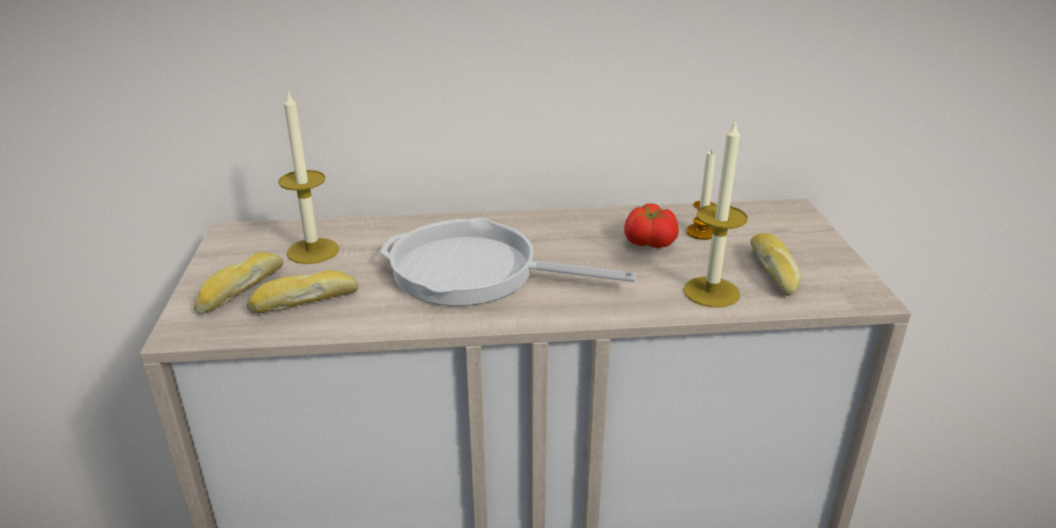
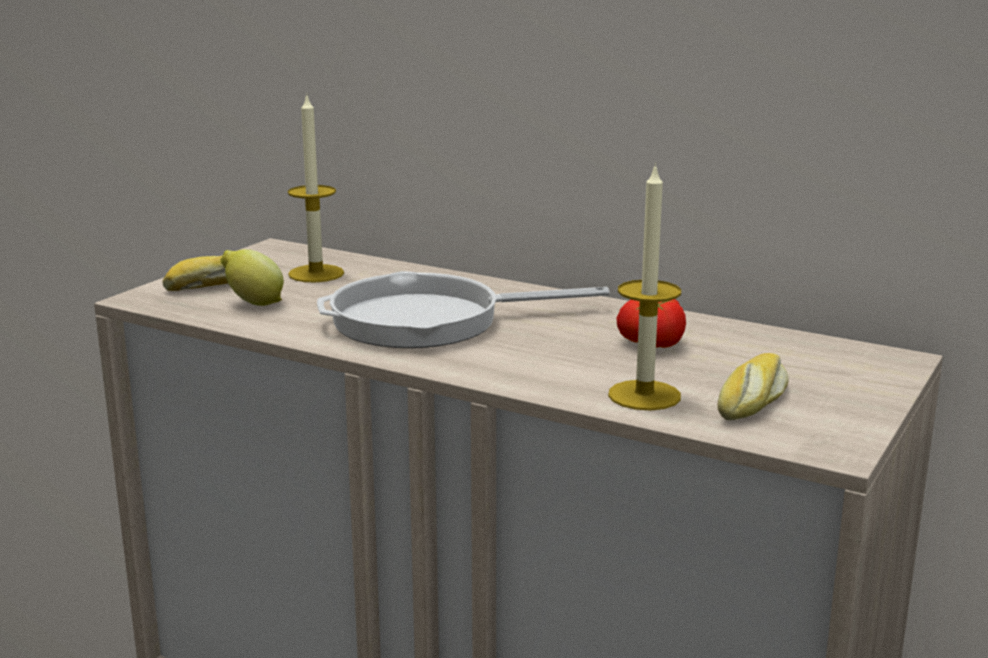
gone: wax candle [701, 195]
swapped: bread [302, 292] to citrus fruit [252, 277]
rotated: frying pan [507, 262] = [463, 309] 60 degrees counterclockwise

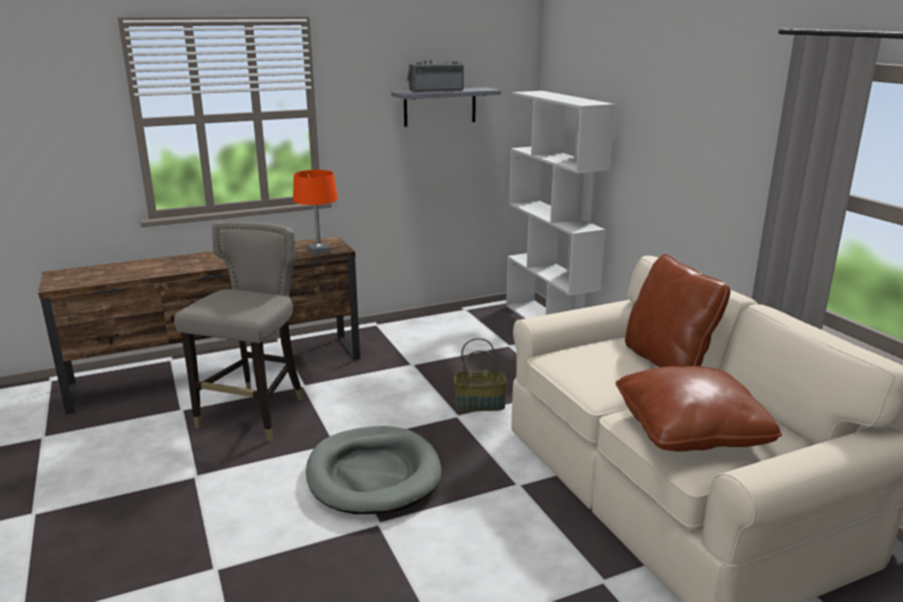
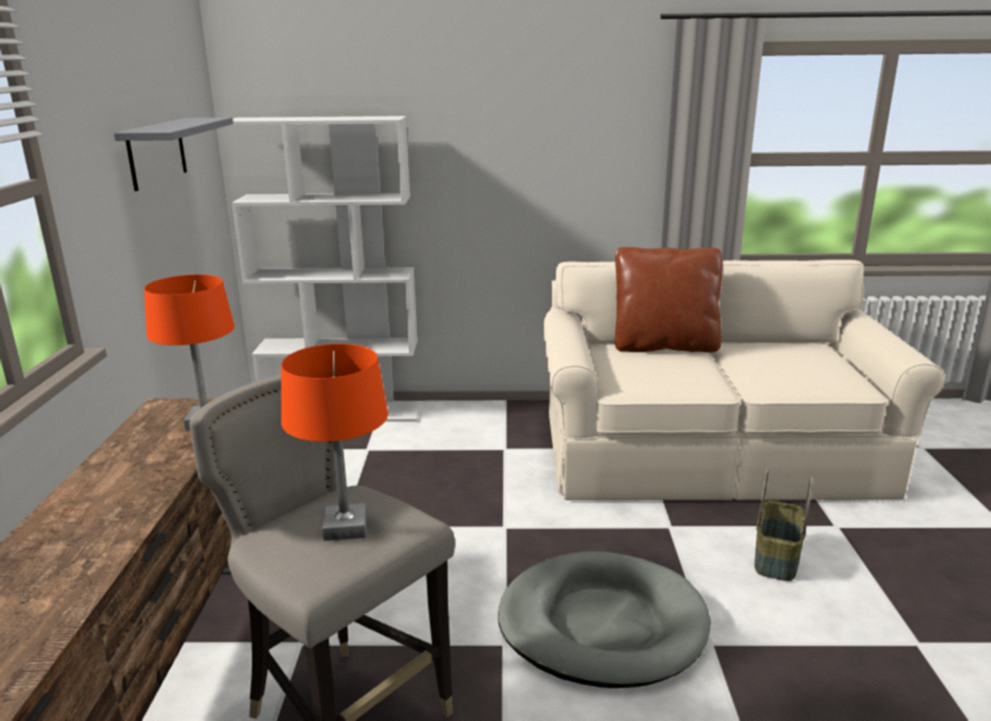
gone: radio [435, 76]; pillow (brown) [699, 408]
new: lamp for a table (orange) [334, 442]
shifted: household basket [480, 374] to [784, 524]

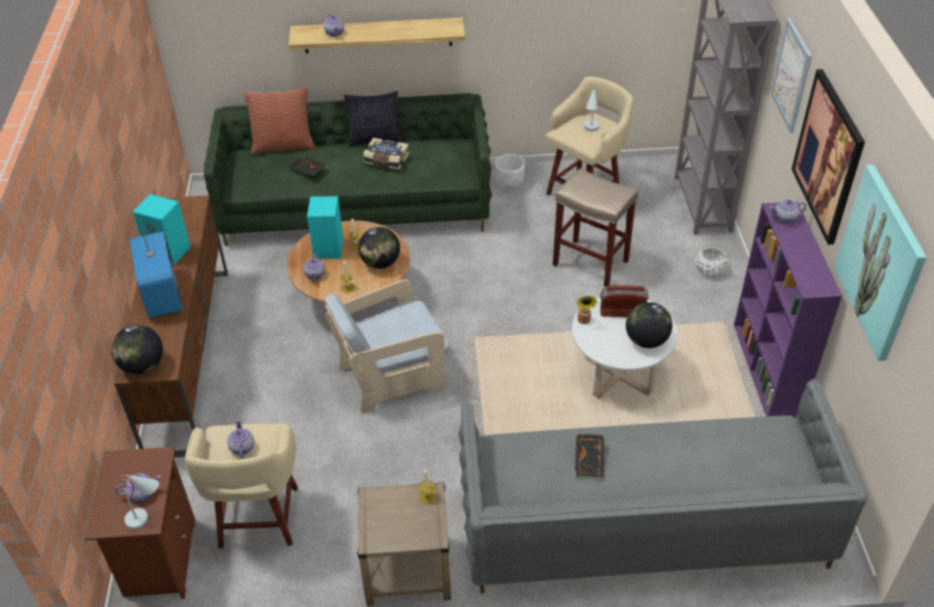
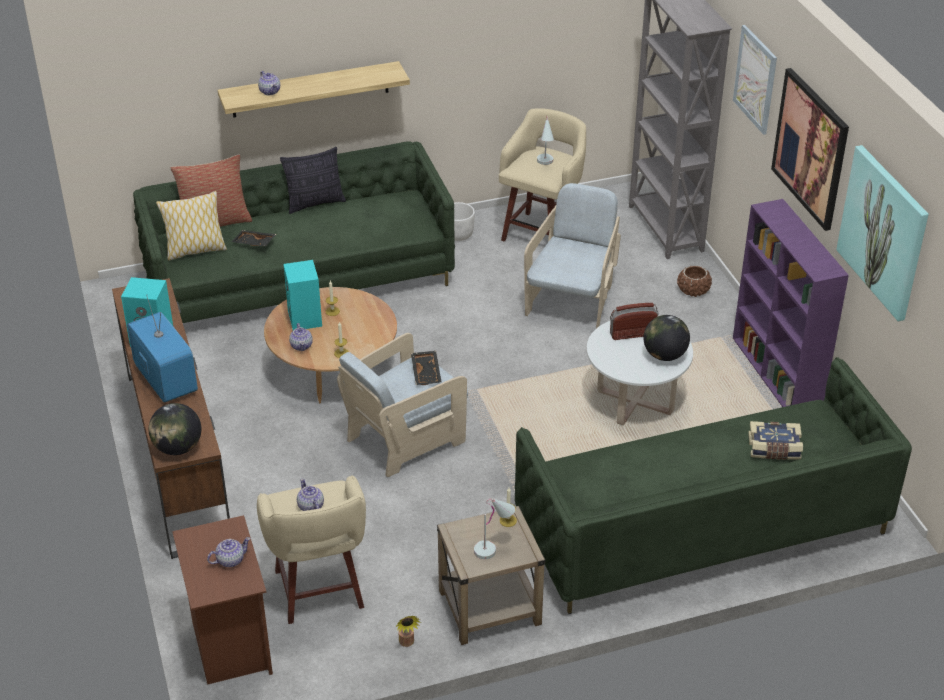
gone: globe [379, 248]; teapot [788, 211]
new: pillow [191, 226]
shifted: lamp for a table (whitish) [140, 502] to [494, 529]; book [386, 154] to [775, 440]; serving tray (blackish) [589, 455] to [426, 368]; plant in a pot [587, 310] to [408, 631]
swapped: sitting stool (beige-coloured) [595, 227] to armchair (beige-coloured) [572, 255]
repainted: couch (grey) [662, 486] to couch (green-coloured) [713, 485]; flower pot (whitish) [712, 261] to flower pot (brown) [694, 281]

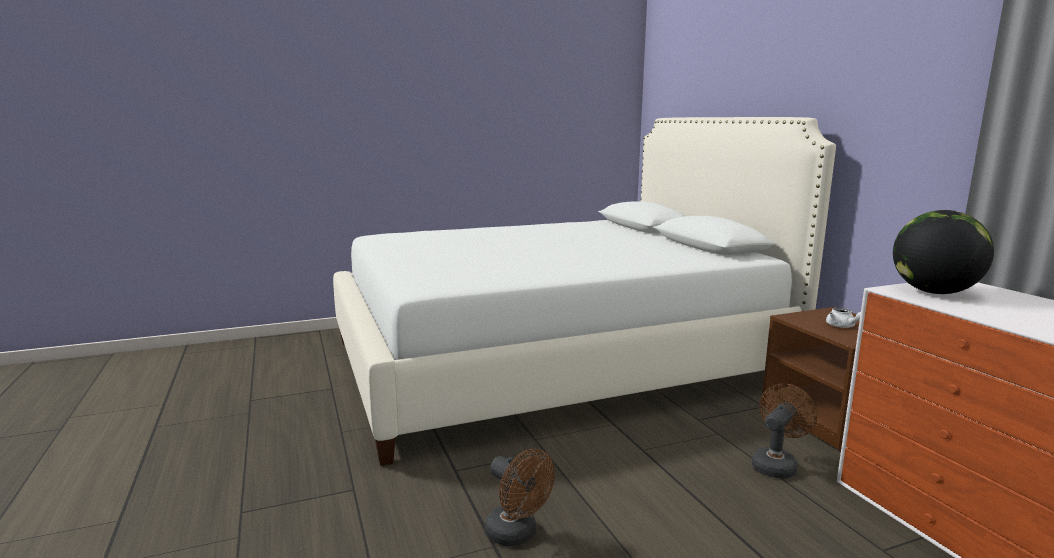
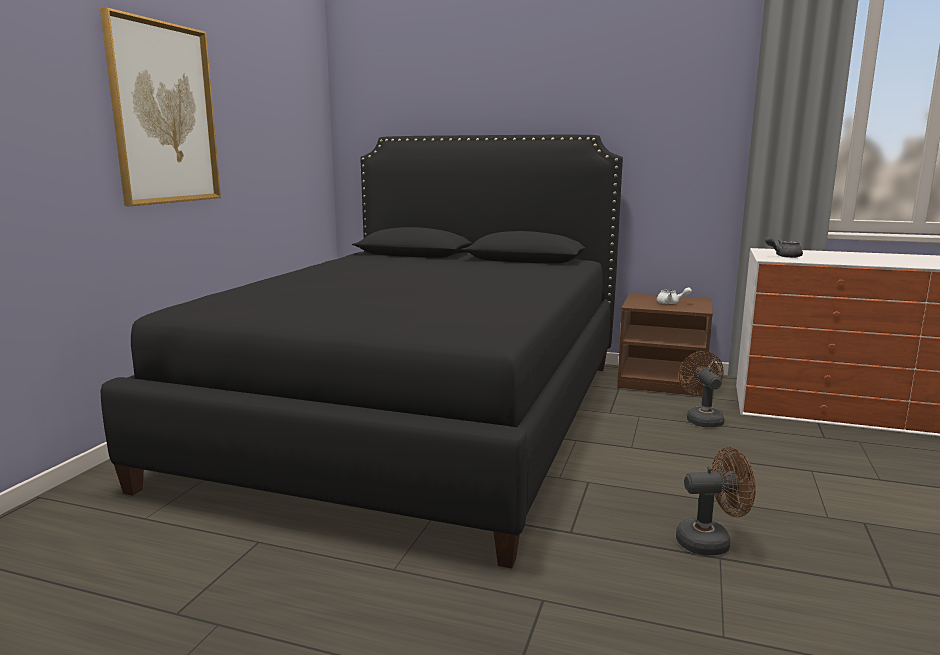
new: picture [160, 107]
swapped: globe [943, 252] to teapot (grey) [784, 247]
repainted: sleeping bed (whitish) [584, 291] to sleeping bed (blackish) [362, 352]

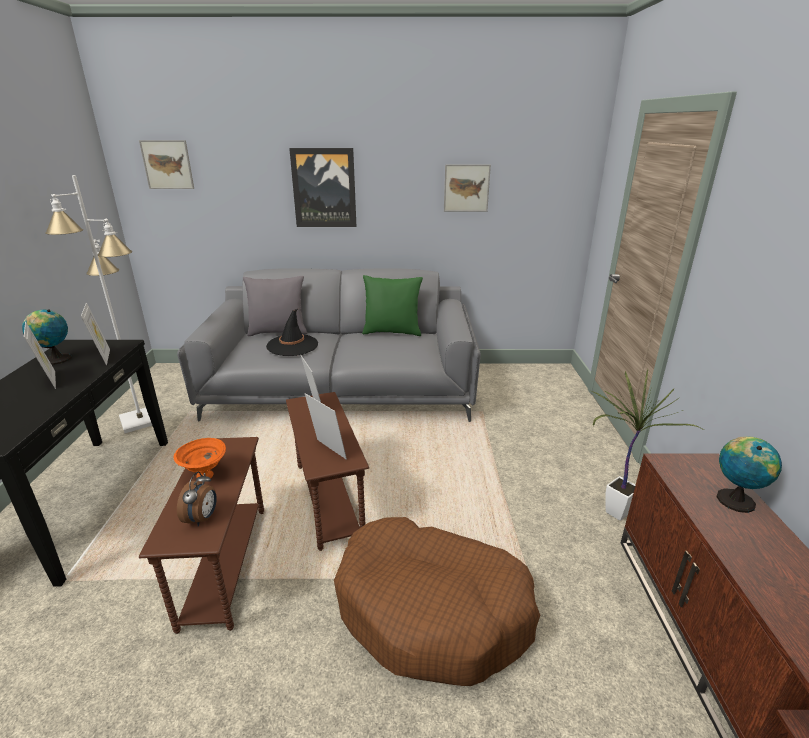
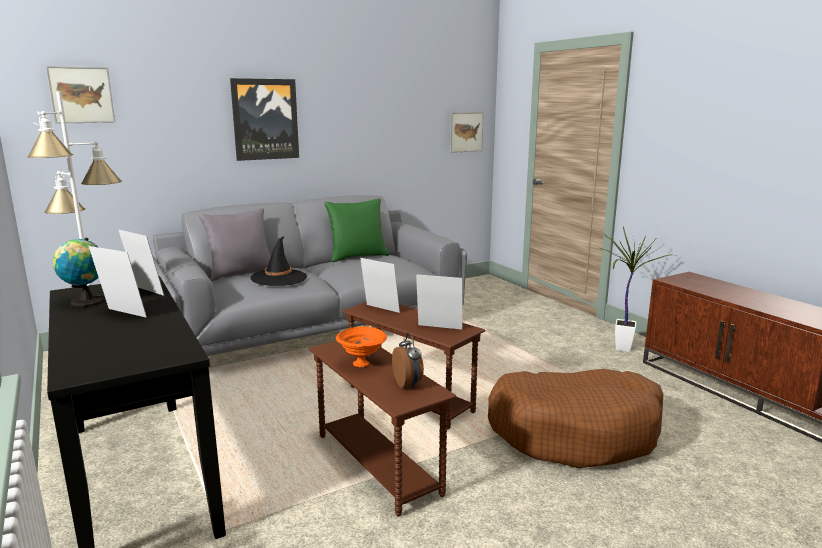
gone: globe [749, 474]
shifted: picture [467, 188] to [467, 132]

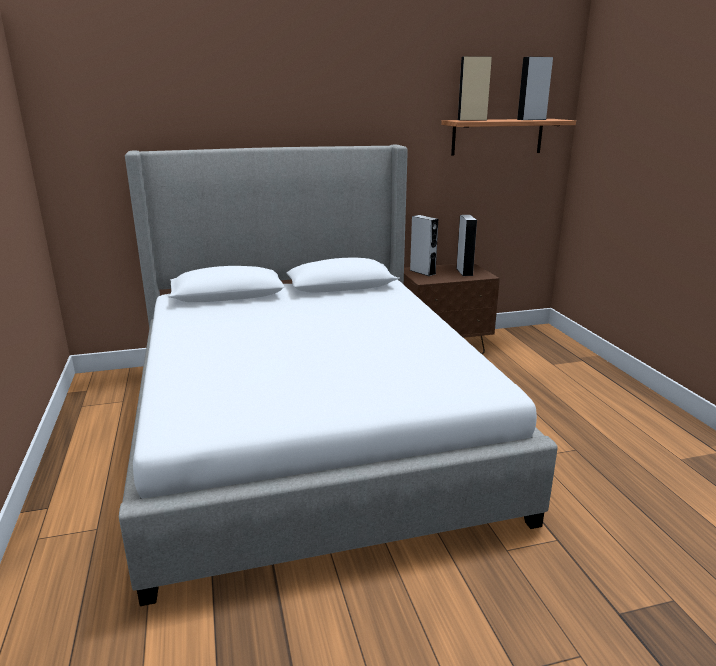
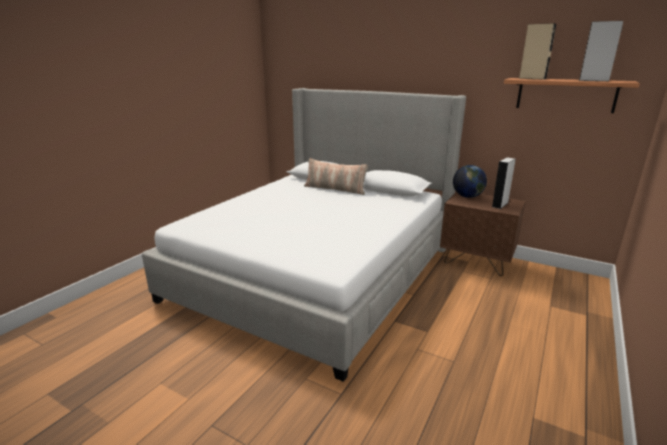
new: pillow [336, 176]
swapped: loudspeaker (grey) [424, 245] to globe [470, 181]

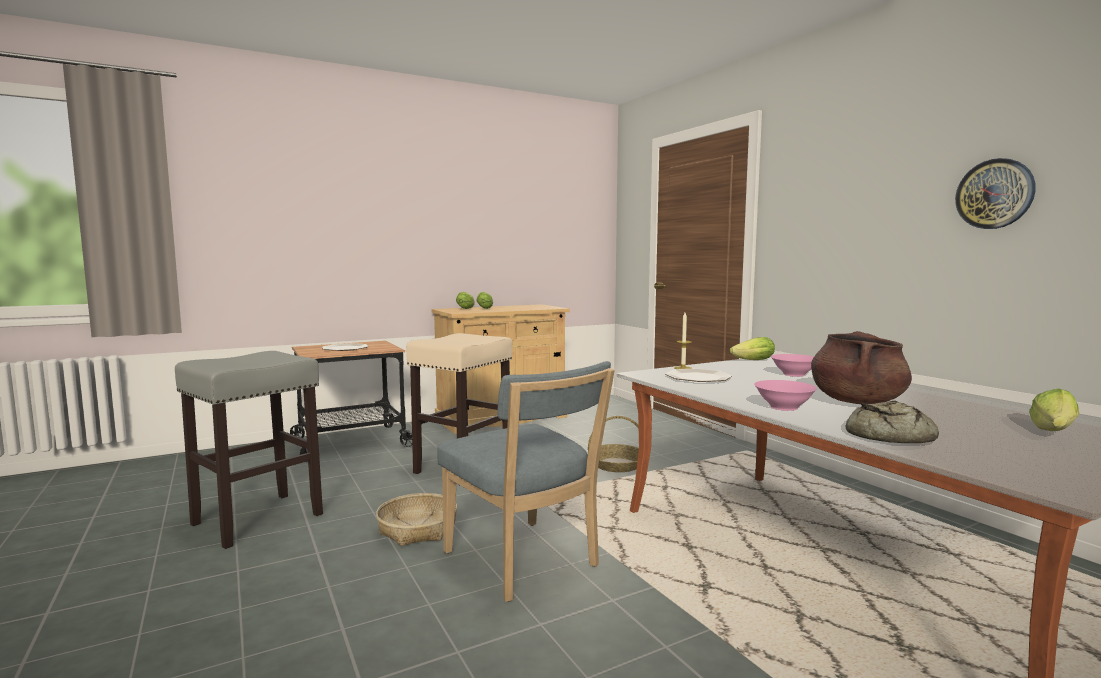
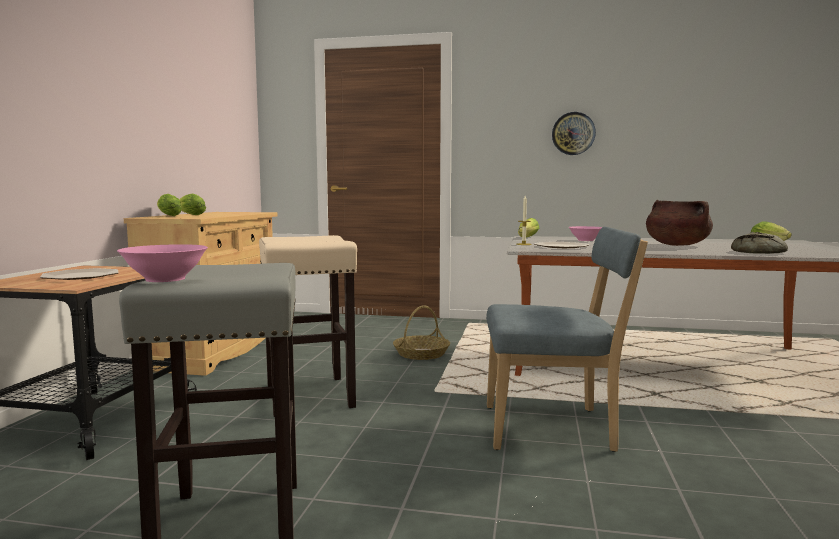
gone: household basket [416, 519]
shifted: deep dish (pink) [785, 395] to [162, 263]; hanging clock [995, 193] to [574, 133]

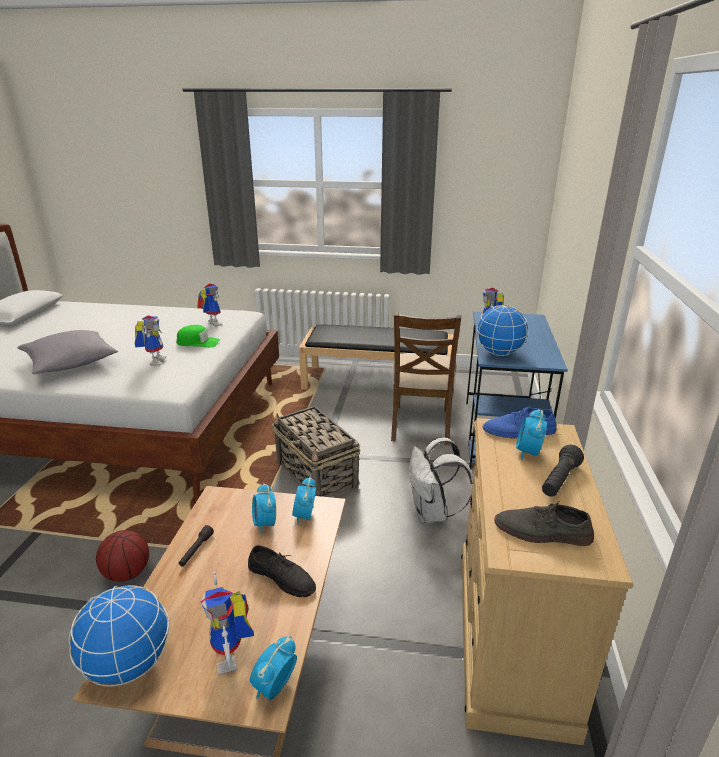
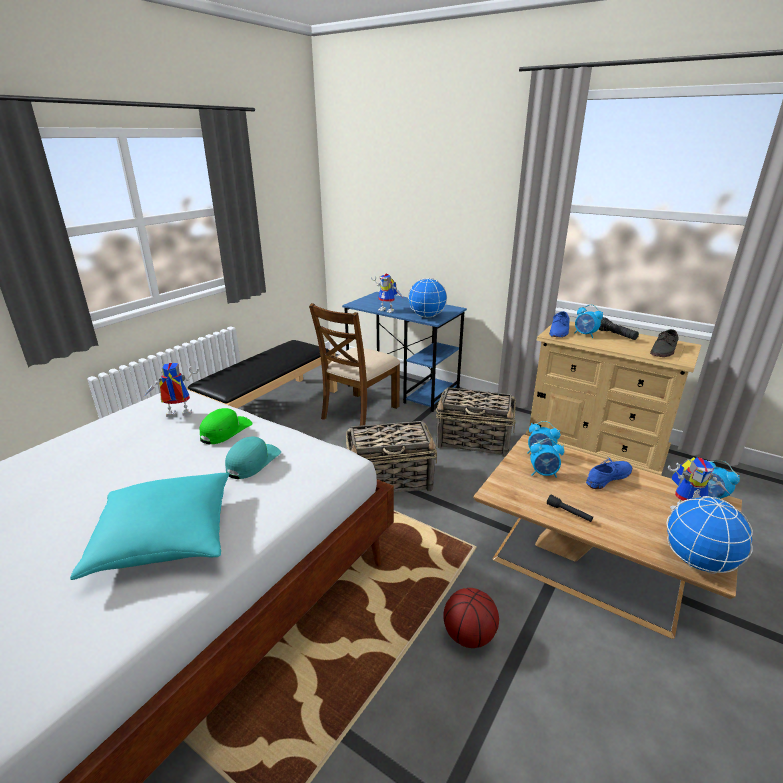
swapped: model robot [150, 340] to peaked cap (turquoise-coloured) [253, 458]; backpack (whitish) [441, 480] to household basket [476, 422]
repainted: pillow (grey) [68, 352] to pillow (turquoise-coloured) [150, 526]; shoe (blackish) [282, 571] to shoe (blue) [609, 473]
rotated: upright chair (brown) [426, 378] = [354, 364] 90 degrees clockwise

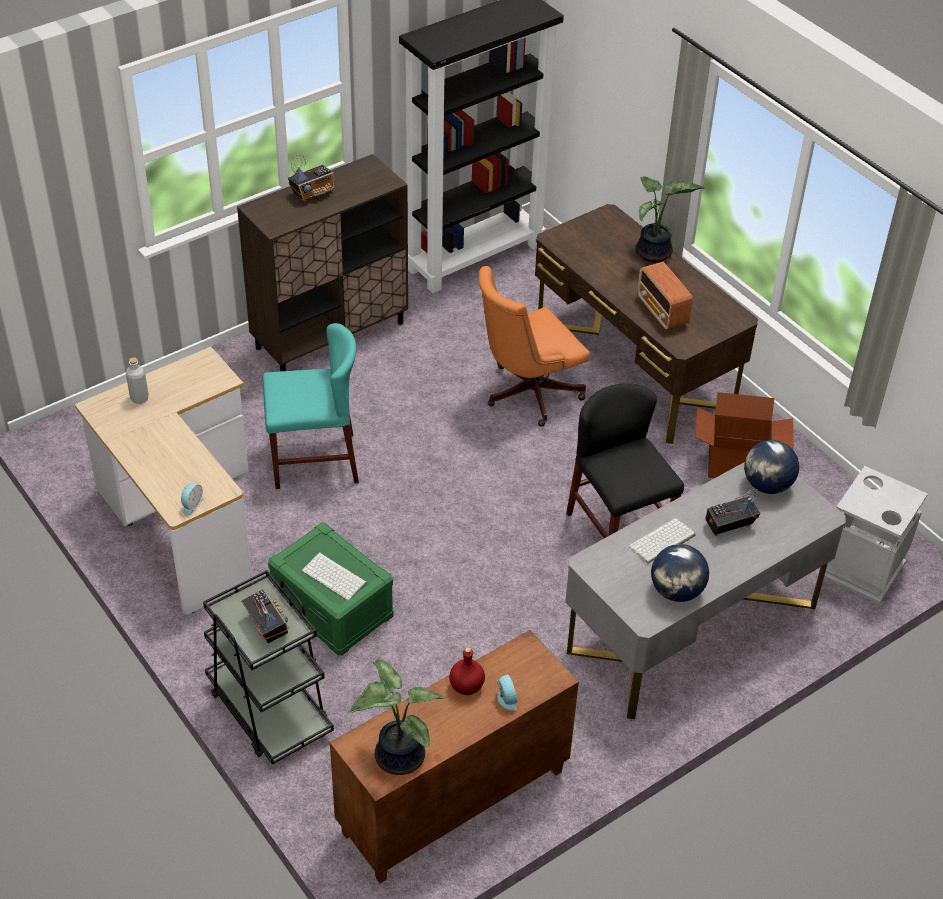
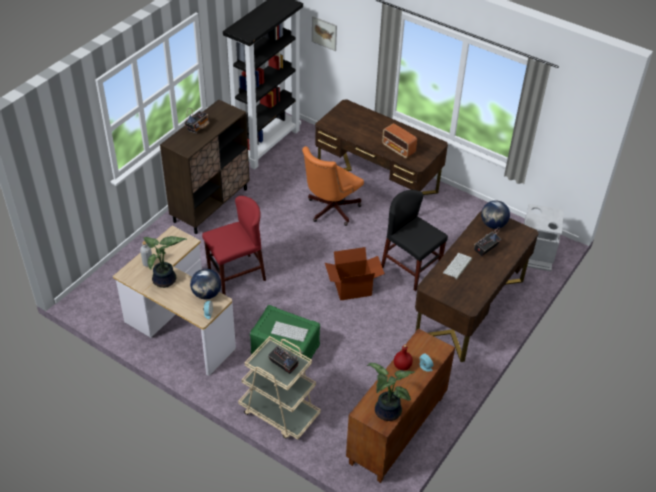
new: picture [324, 33]
shifted: plant in a pot [670, 219] to [165, 262]; globe [680, 573] to [205, 284]; cardboard box [744, 435] to [355, 273]
repainted: wheeled cart (blackish) [268, 667] to wheeled cart (beige-coloured) [279, 388]; upright chair (turquoise-coloured) [311, 406] to upright chair (red) [234, 245]; desk table (grey) [705, 590] to desk table (brown) [477, 286]

